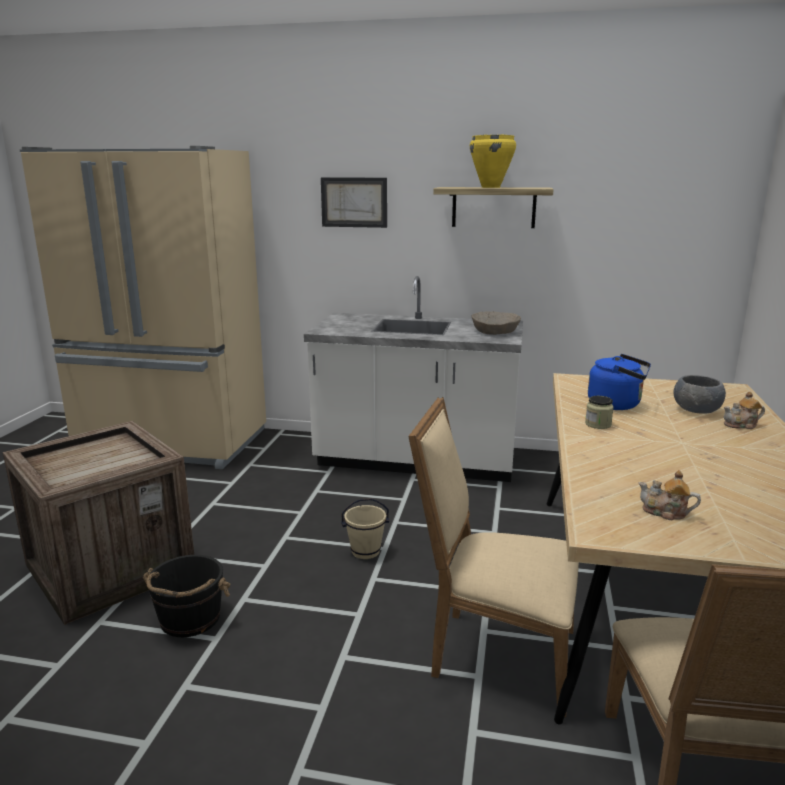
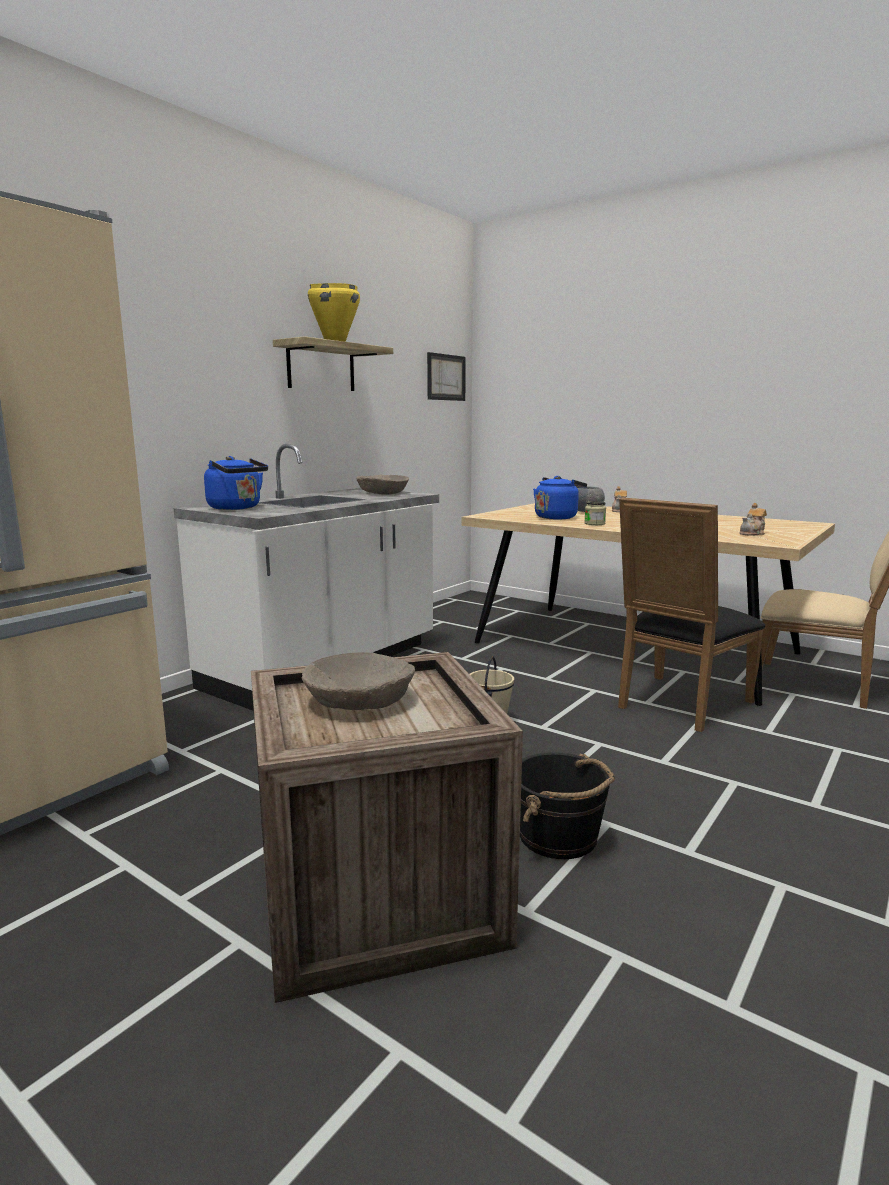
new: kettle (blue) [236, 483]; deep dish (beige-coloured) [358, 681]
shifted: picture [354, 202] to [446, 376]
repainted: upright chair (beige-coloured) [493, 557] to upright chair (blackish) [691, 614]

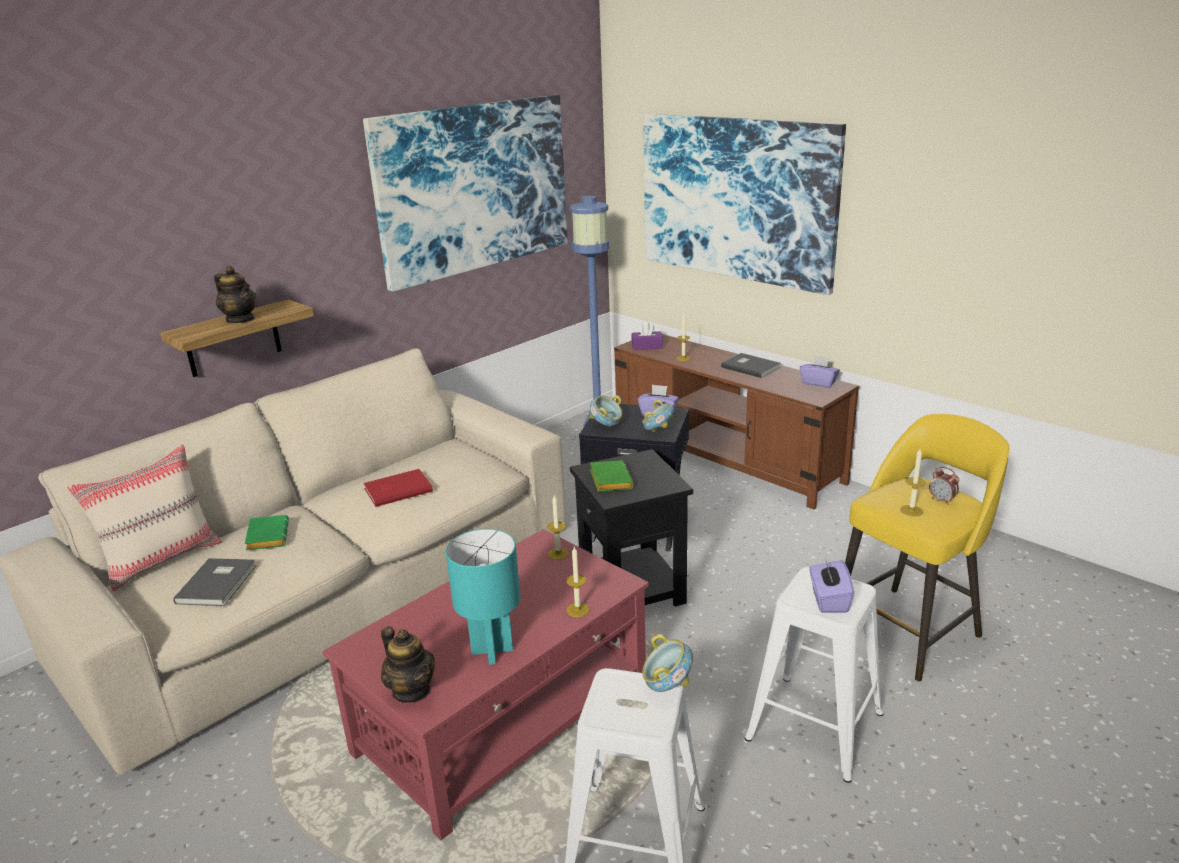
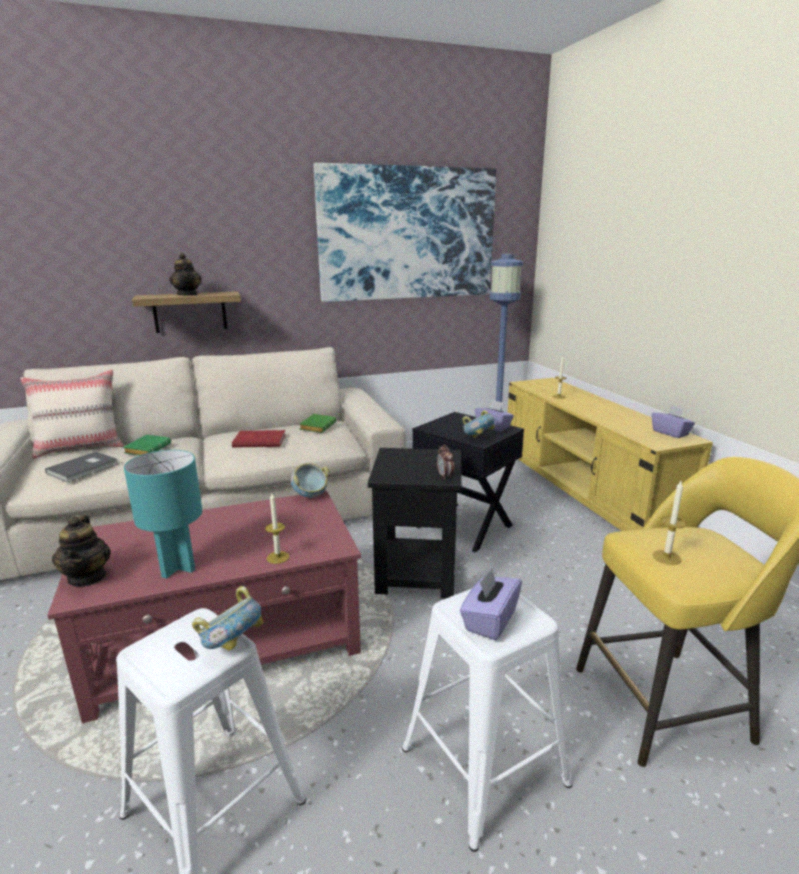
gone: wax candle [558, 527]; box of tissues (purplish) [647, 336]; picture [744, 204]; book (grey) [751, 365]
shifted: deep dish [606, 411] to [310, 480]; book (green-coloured) [612, 476] to [317, 423]; alarm clock [944, 486] to [445, 462]
repainted: media console (brown) [736, 421] to media console (yellow) [610, 454]

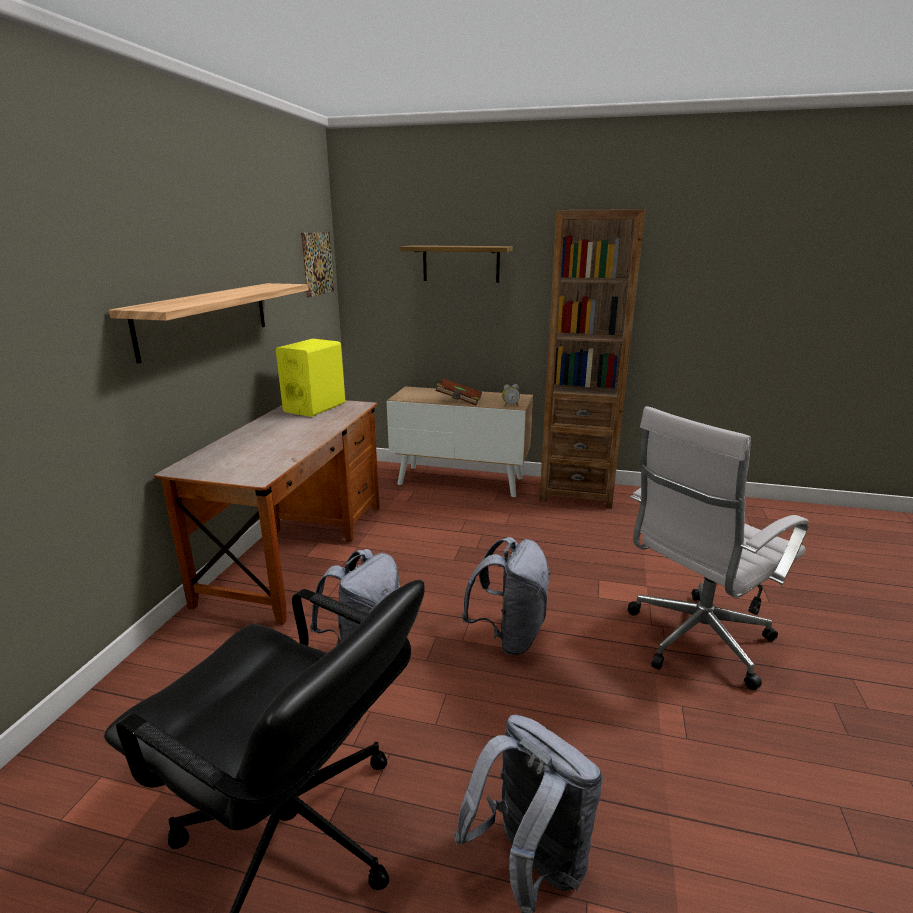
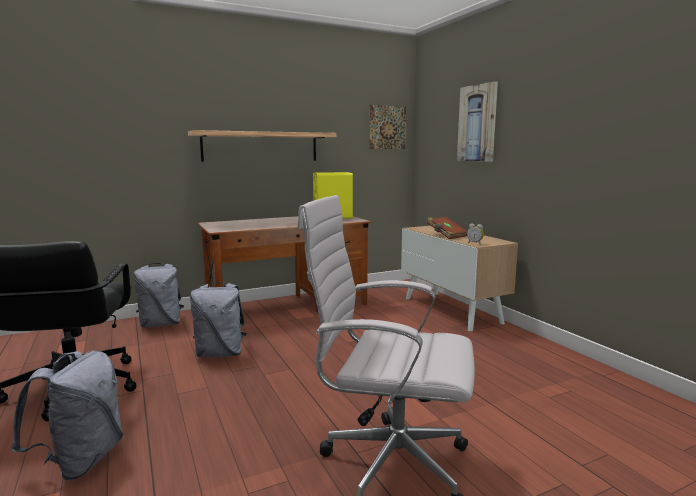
gone: bookshelf (brown) [592, 359]
shifted: backpack (grey) [506, 596] to [159, 295]
swapped: shelf [456, 264] to picture [477, 121]

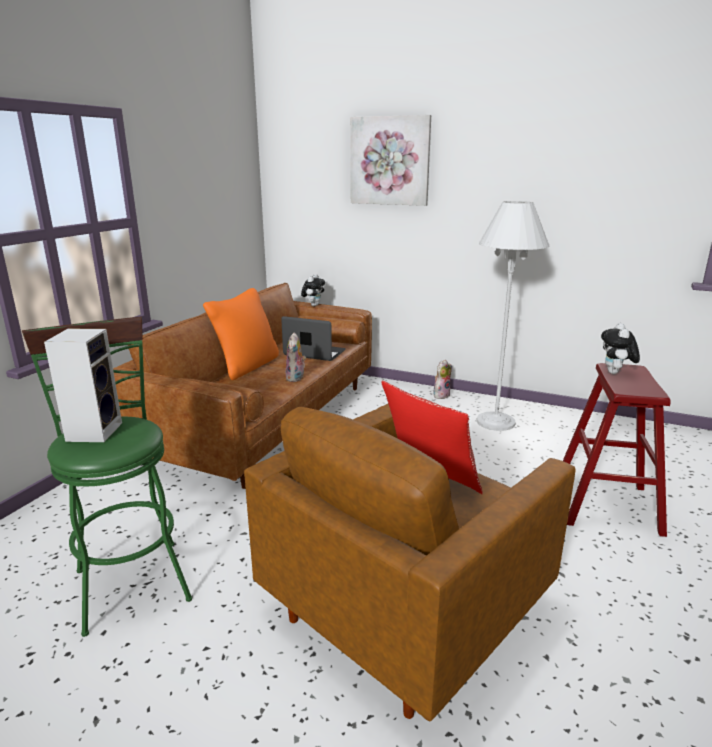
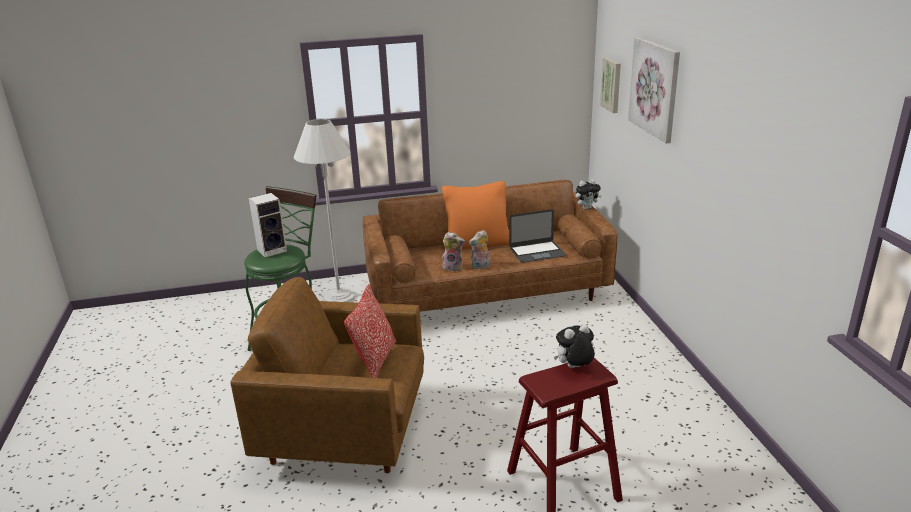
new: picture [610, 85]
shifted: plush toy [442, 379] to [453, 251]; standard lamp (whitish) [512, 316] to [324, 210]
rotated: notebook computer [313, 338] = [537, 236] 90 degrees clockwise

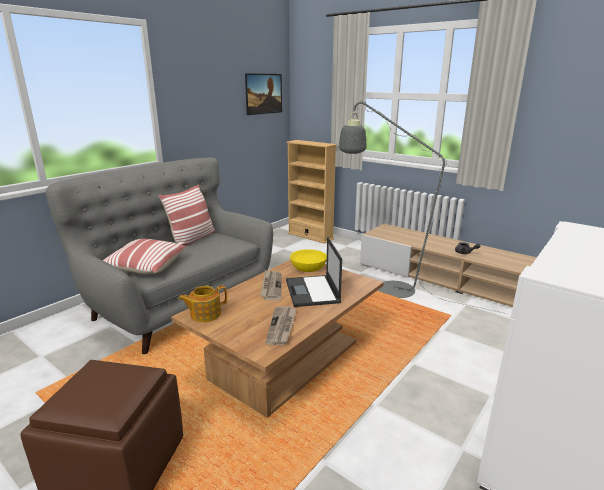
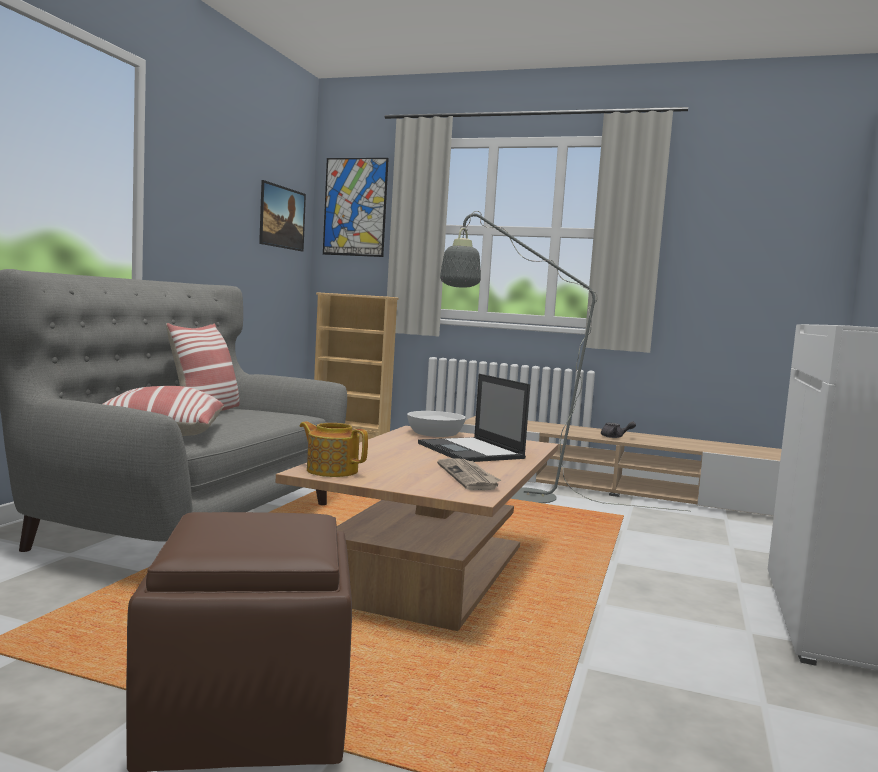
gone: printed paper [270, 285]
new: picture [356, 207]
repainted: deep dish (yellow) [308, 260] to deep dish (whitish) [436, 424]
rotated: teapot [202, 303] = [334, 449] 75 degrees clockwise

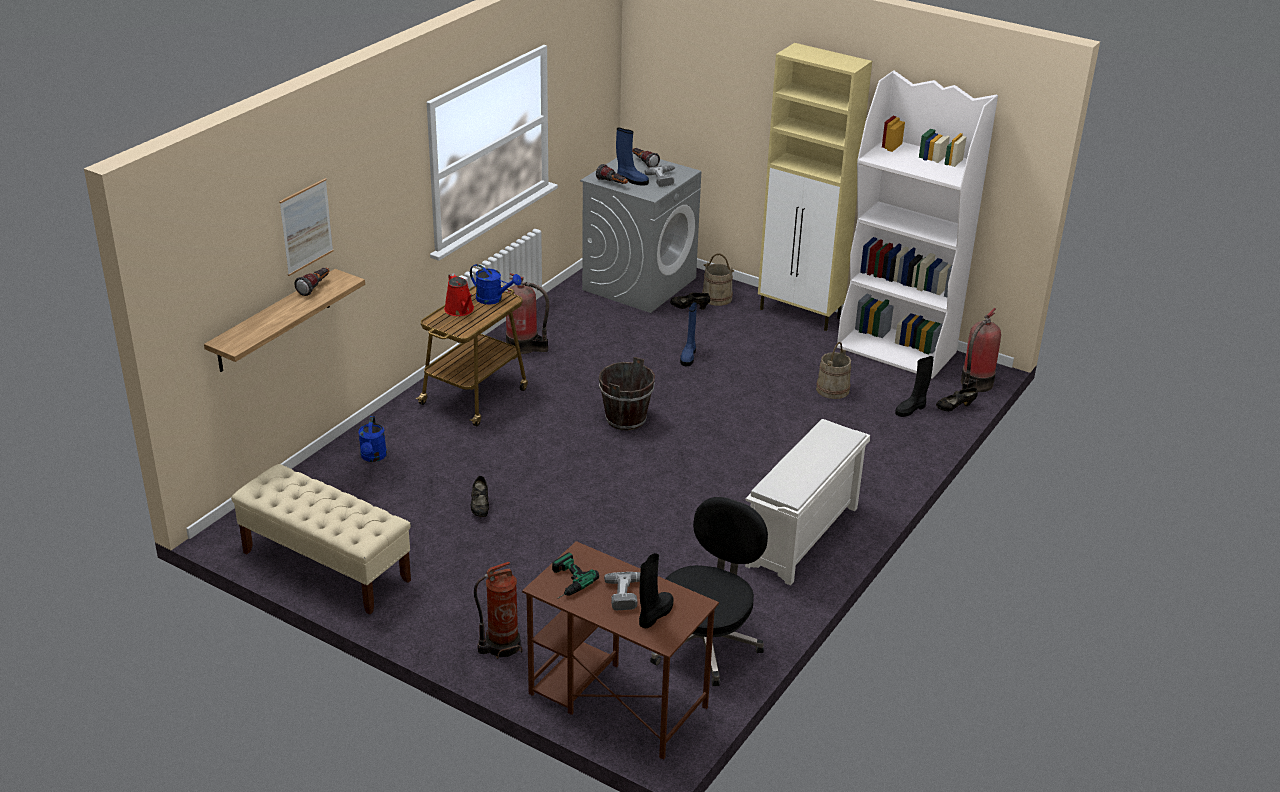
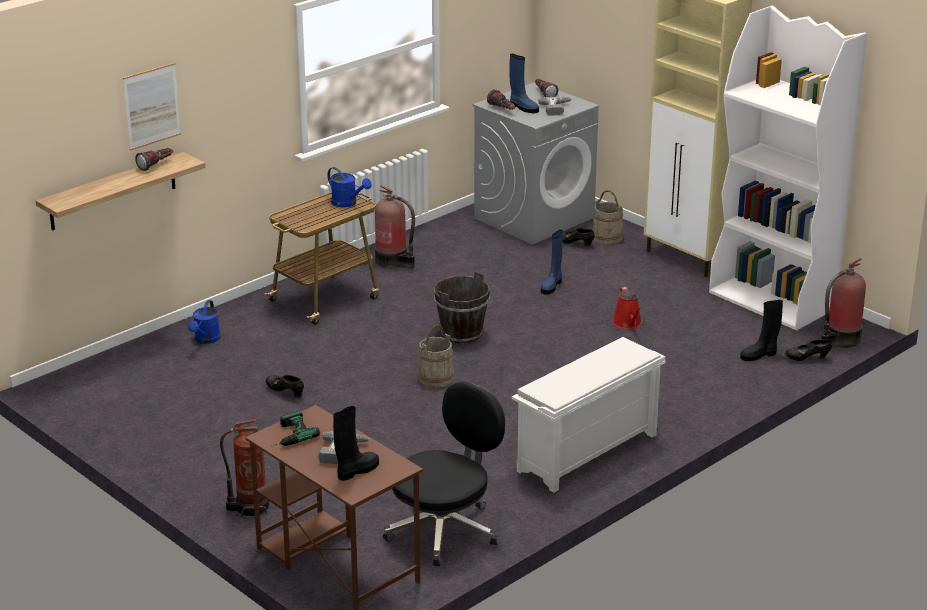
gone: long seat (beige-coloured) [321, 539]
shifted: watering pot (red) [459, 294] to [627, 308]; bucket (beige-coloured) [833, 370] to [435, 356]
rotated: shoe (blackish) [480, 496] = [285, 386] 120 degrees clockwise

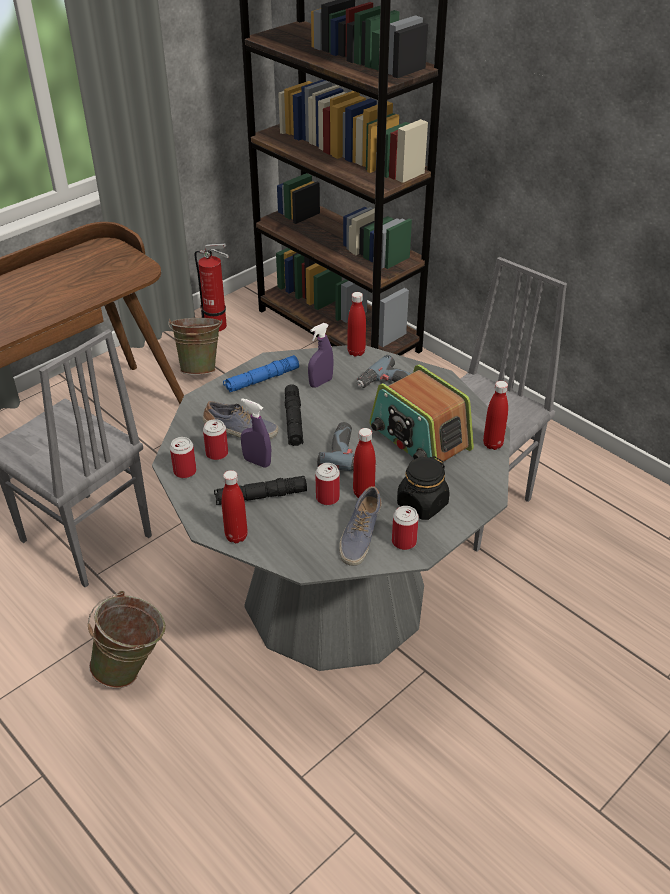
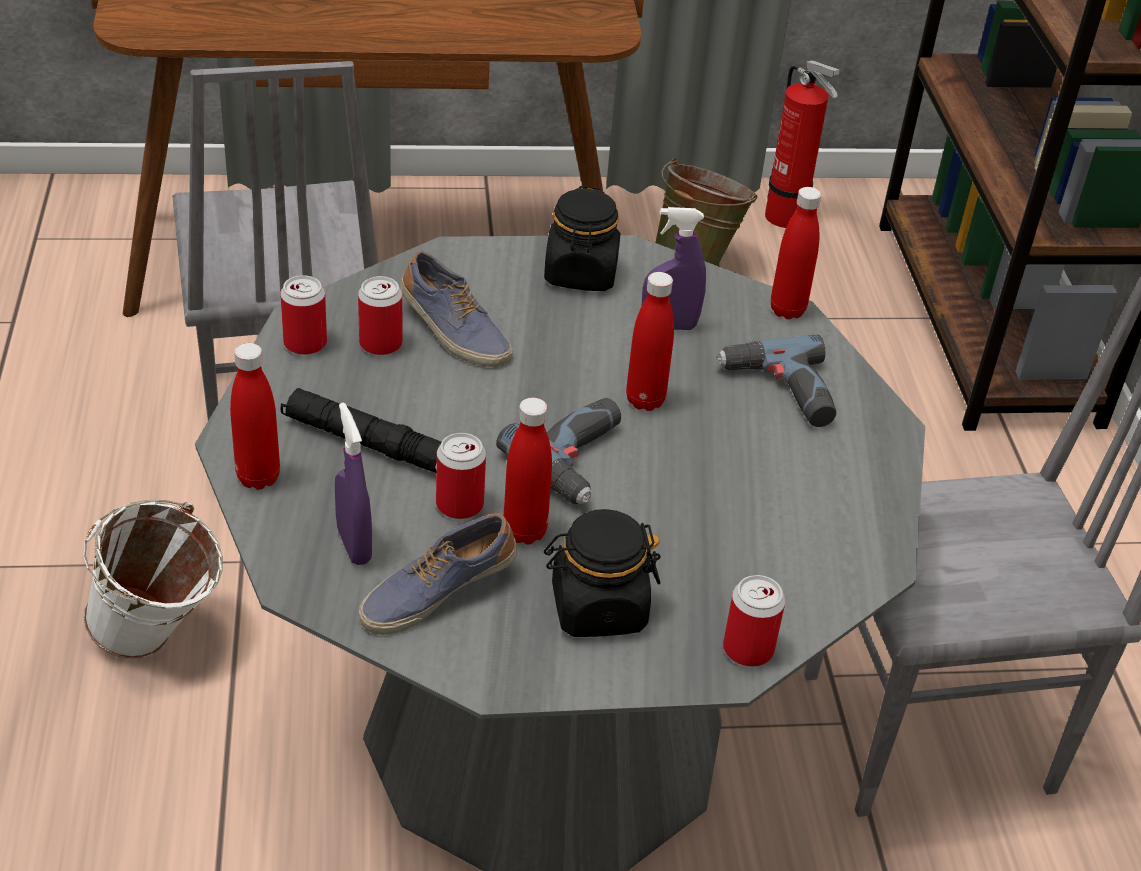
gone: hand torch (blackish) [294, 415]; radio [421, 413]
shifted: spray bottle (purplish) [256, 433] to [353, 483]; sealed can [405, 528] to [754, 621]; bottle (red) [495, 415] to [650, 341]
swapped: hand torch (blue) [261, 373] to preserve jar (blackish) [582, 238]
repainted: bucket (green-coloured) [127, 639] to bucket (whitish) [153, 579]

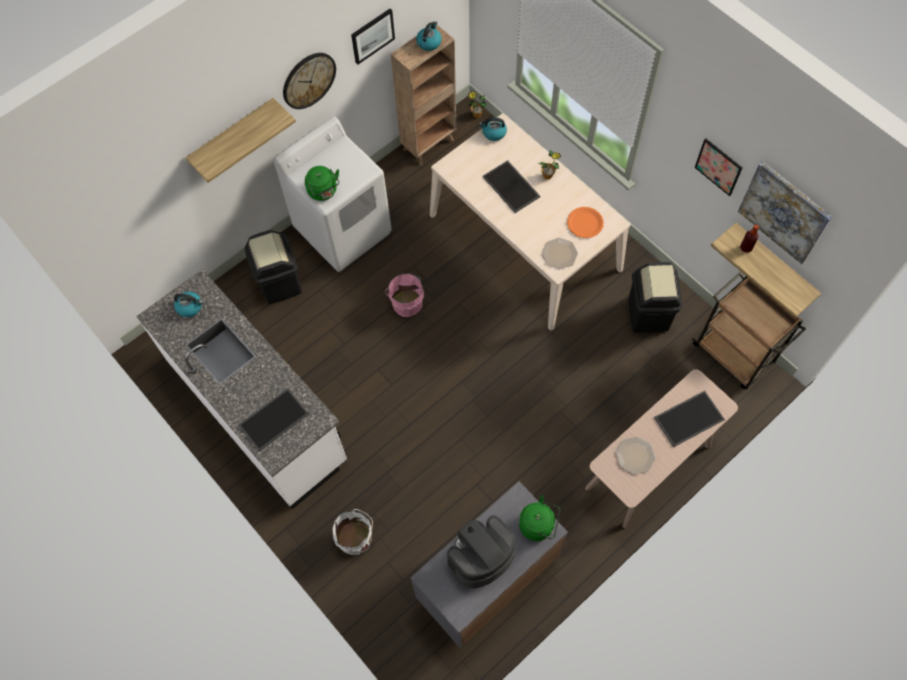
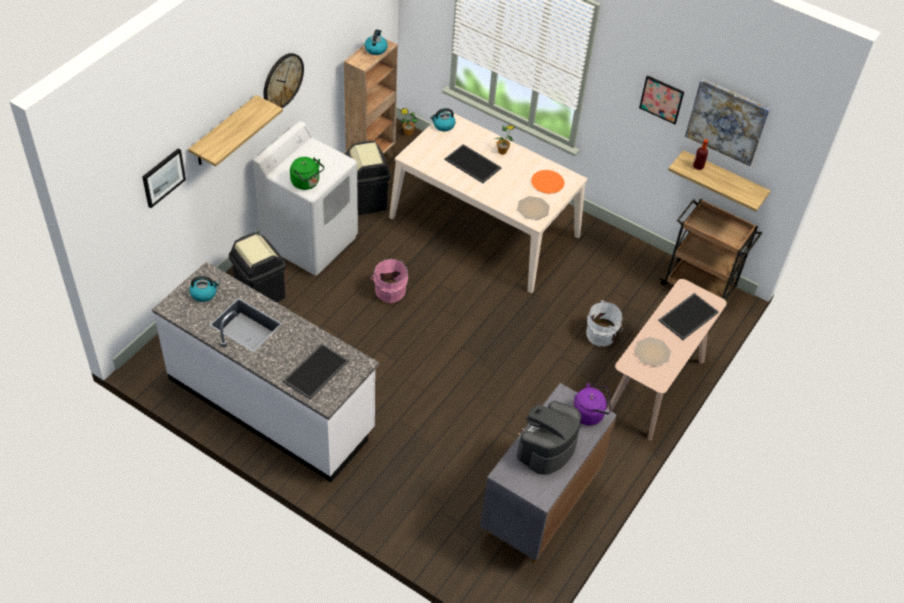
shifted: bucket (whitish) [352, 532] to [604, 323]; picture [373, 37] to [164, 178]; waste bin (blackish) [655, 297] to [367, 178]
repainted: kettle (green-coloured) [539, 518] to kettle (purplish) [592, 404]

